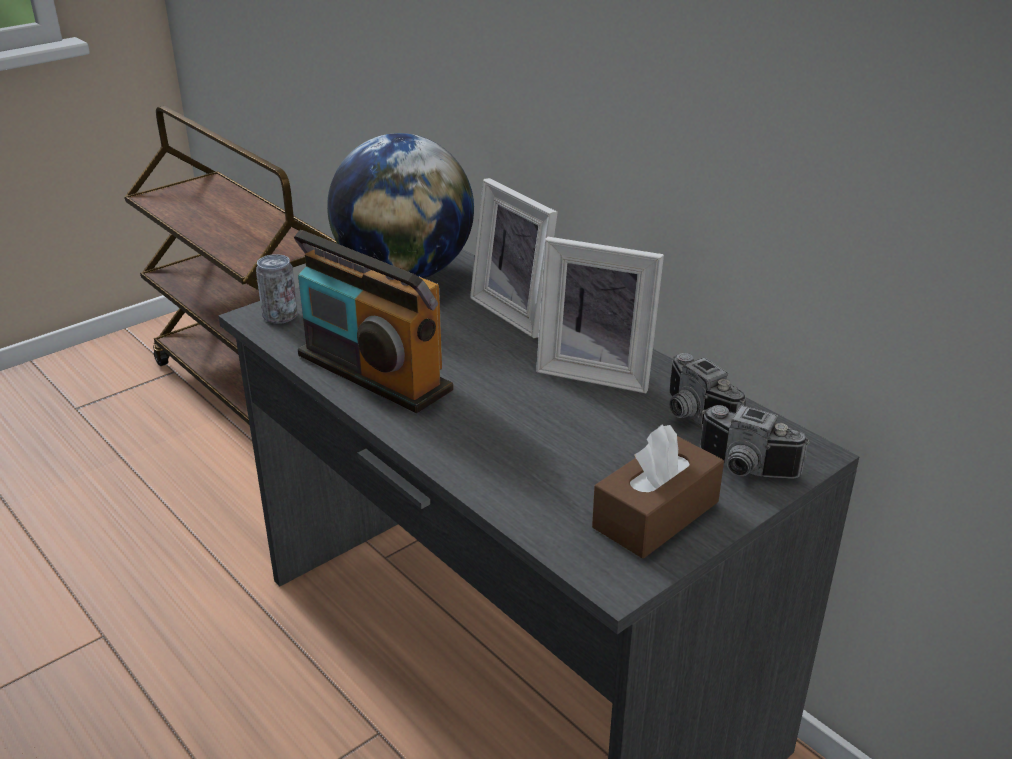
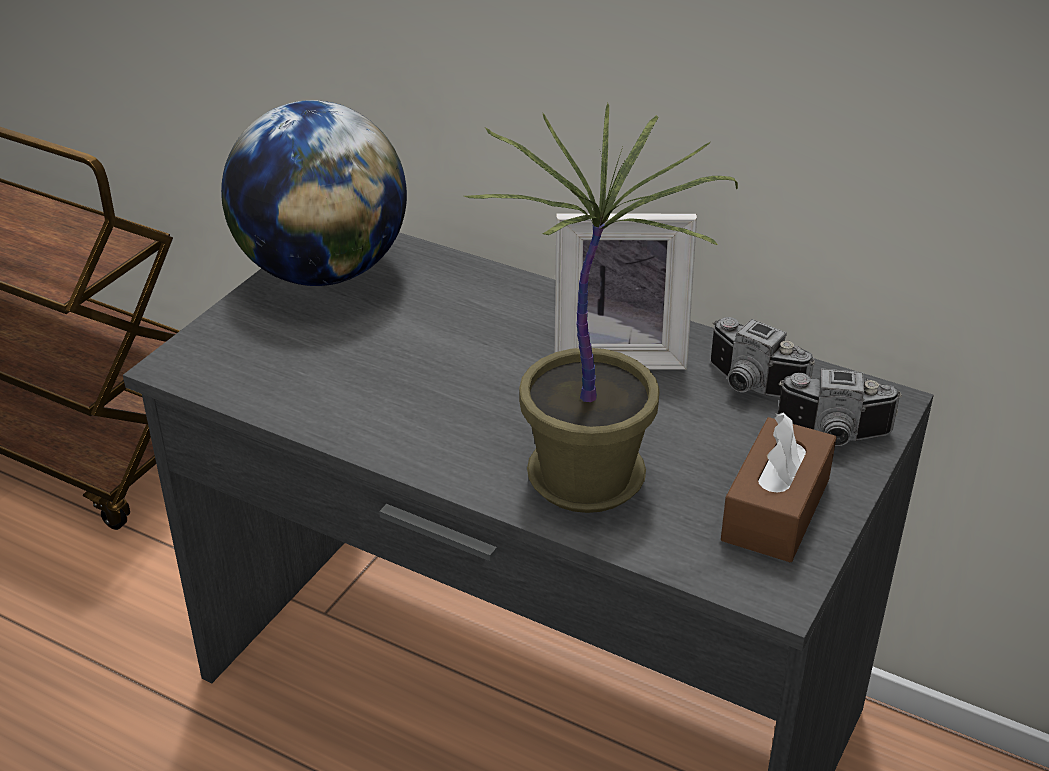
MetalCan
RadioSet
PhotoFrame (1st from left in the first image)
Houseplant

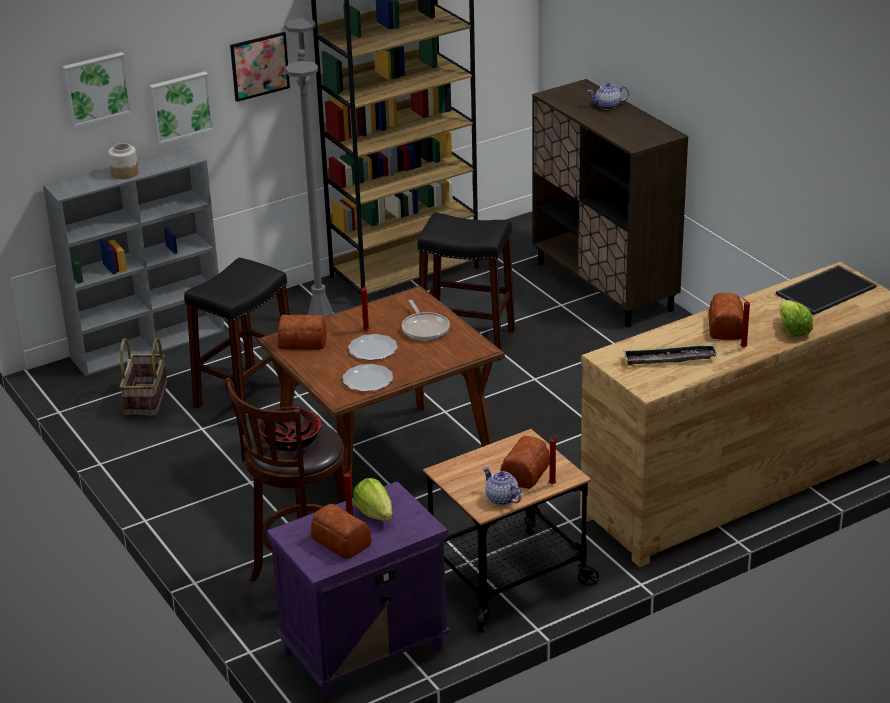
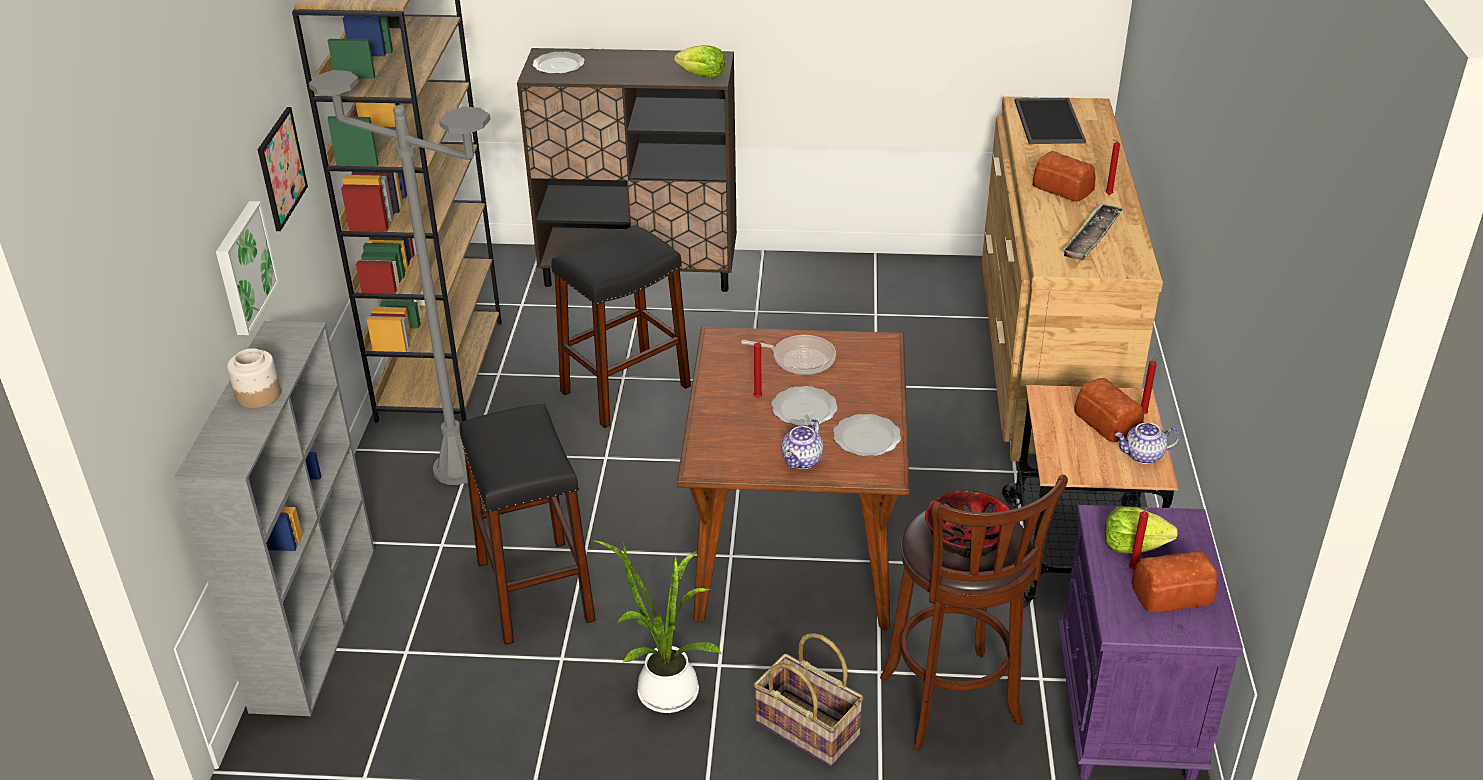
Picture (1st from left in the first image)
HouseholdBasket
Bread (1st from left in the first image)
PotForTea (1st from left)
Lettuce (1st from left)
Plate (1st from left)
Houseplant

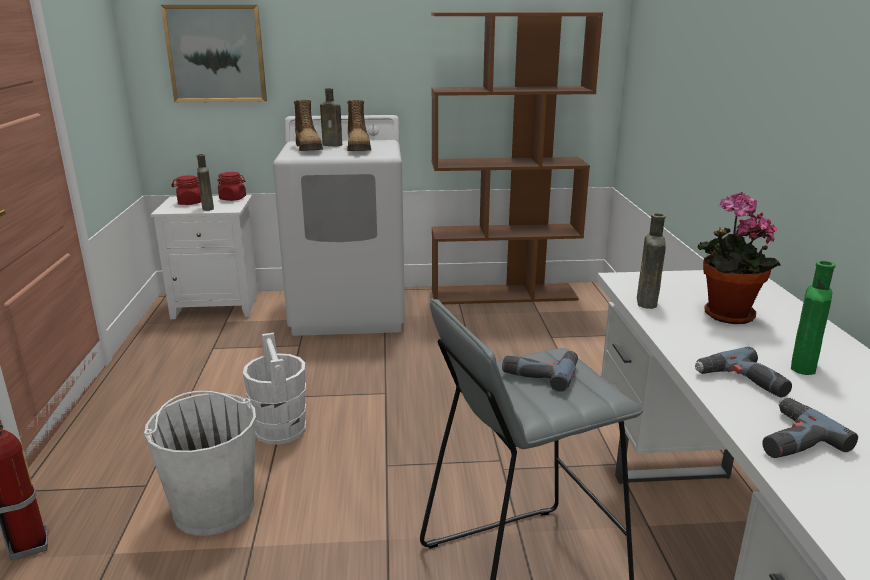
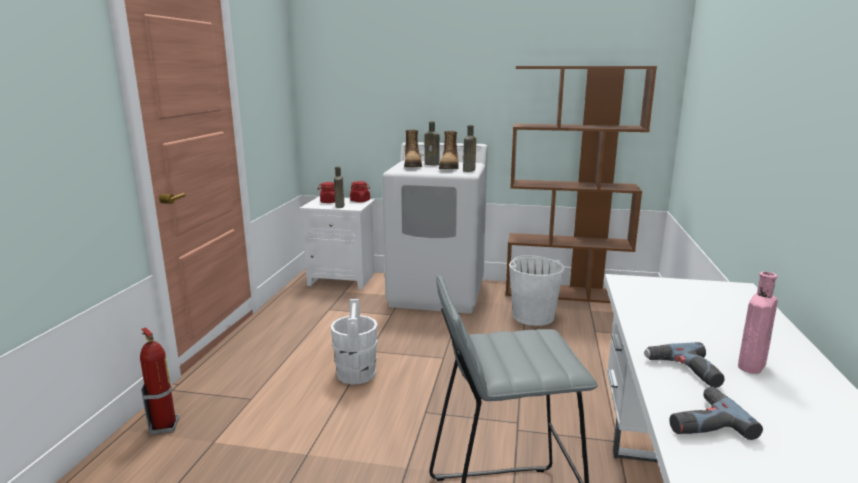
WhiteColouredWaterBucket (2nd from left)
Picture
PowerDrill (1st from left in the first image)
BrownColouredBottle (3rd from left)
Houseplant
PinkColouredBottle

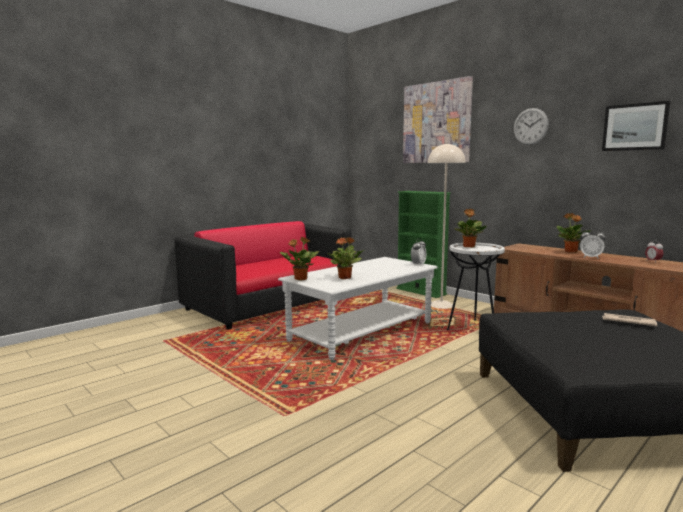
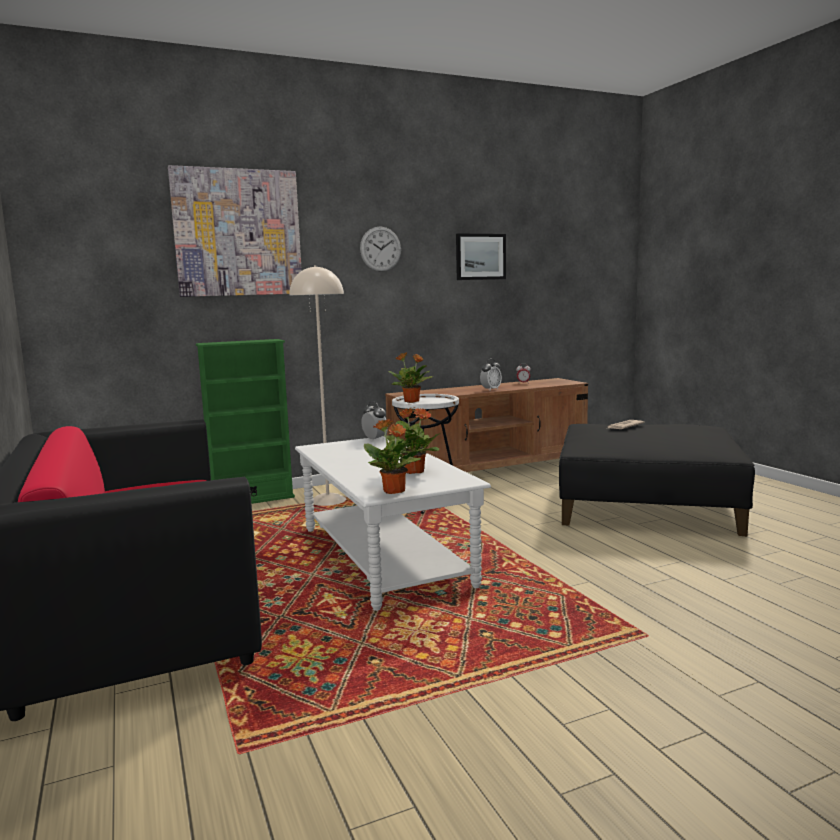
Houseplant (4th from left in the first image)

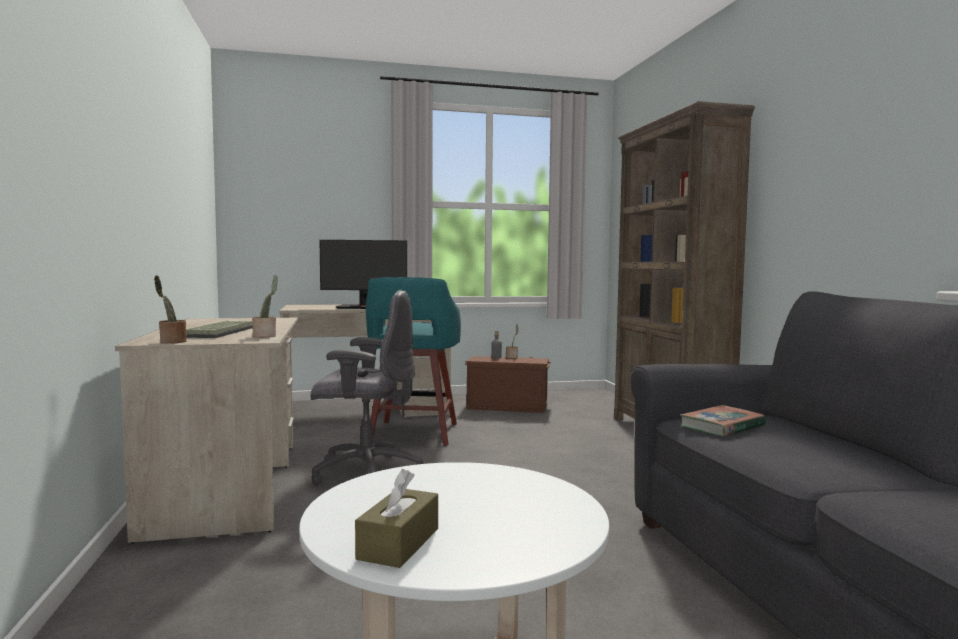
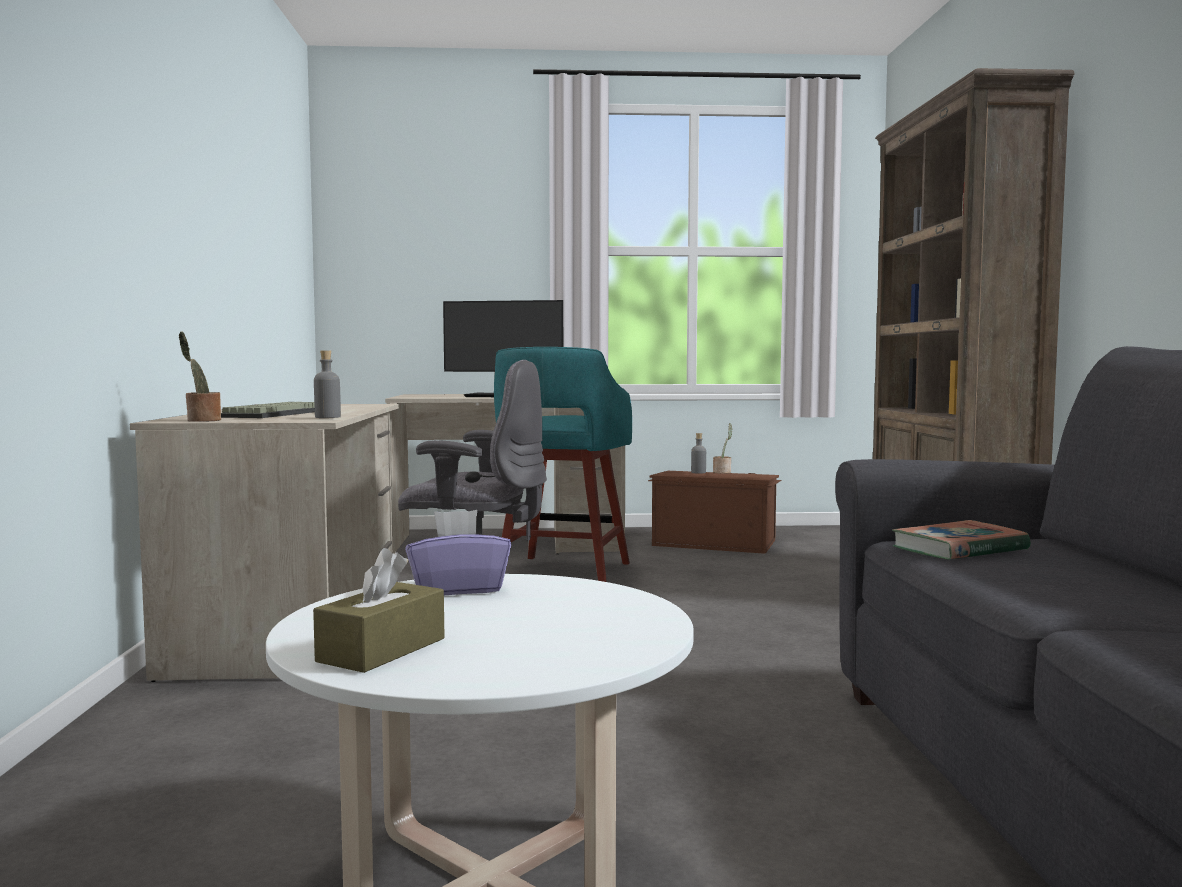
GrayBottle (1st from left)
PurpleColouredTissueBox

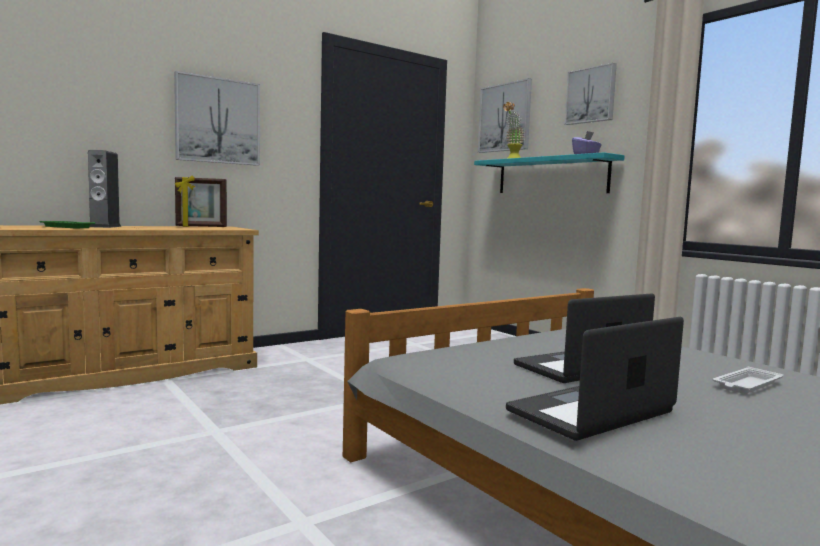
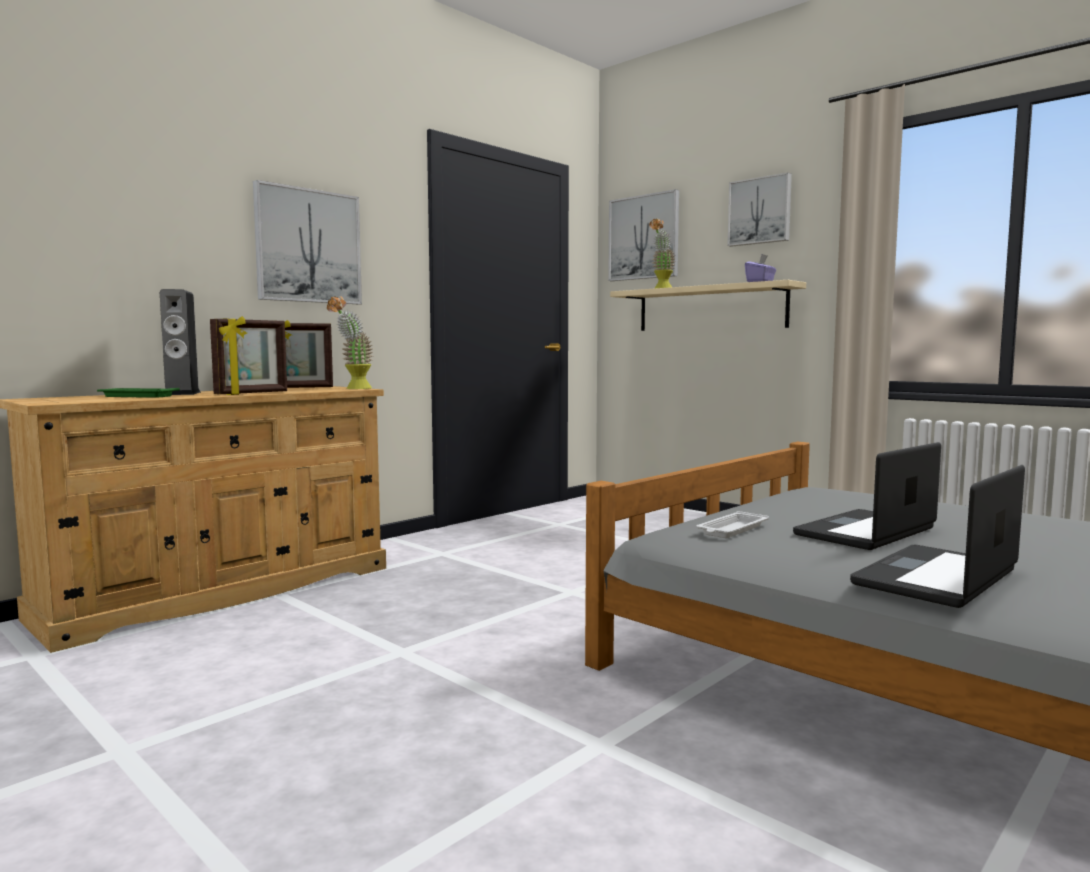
BeigeColouredBracketShelf
WhiteColouredServingTray
PhotoFrame (1st from left)
Houseplant (1st from left)

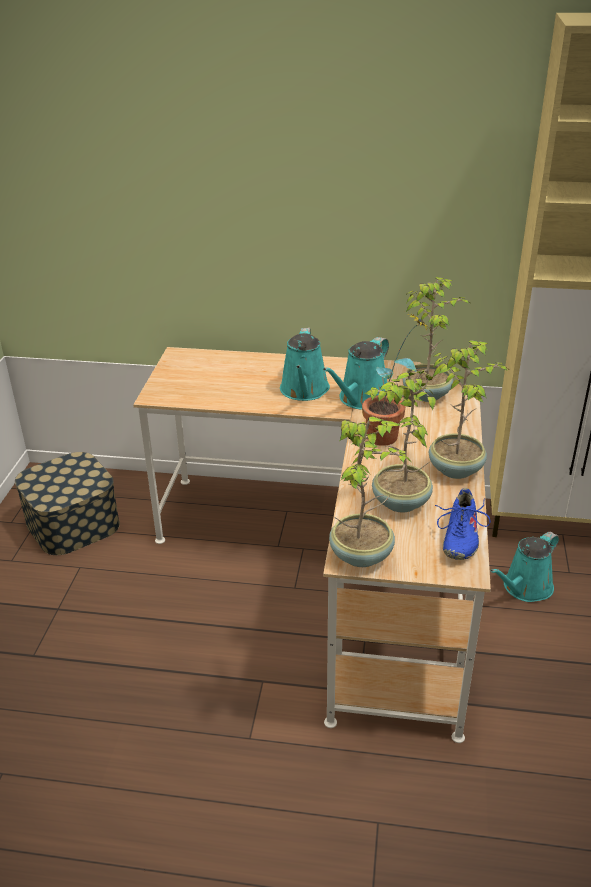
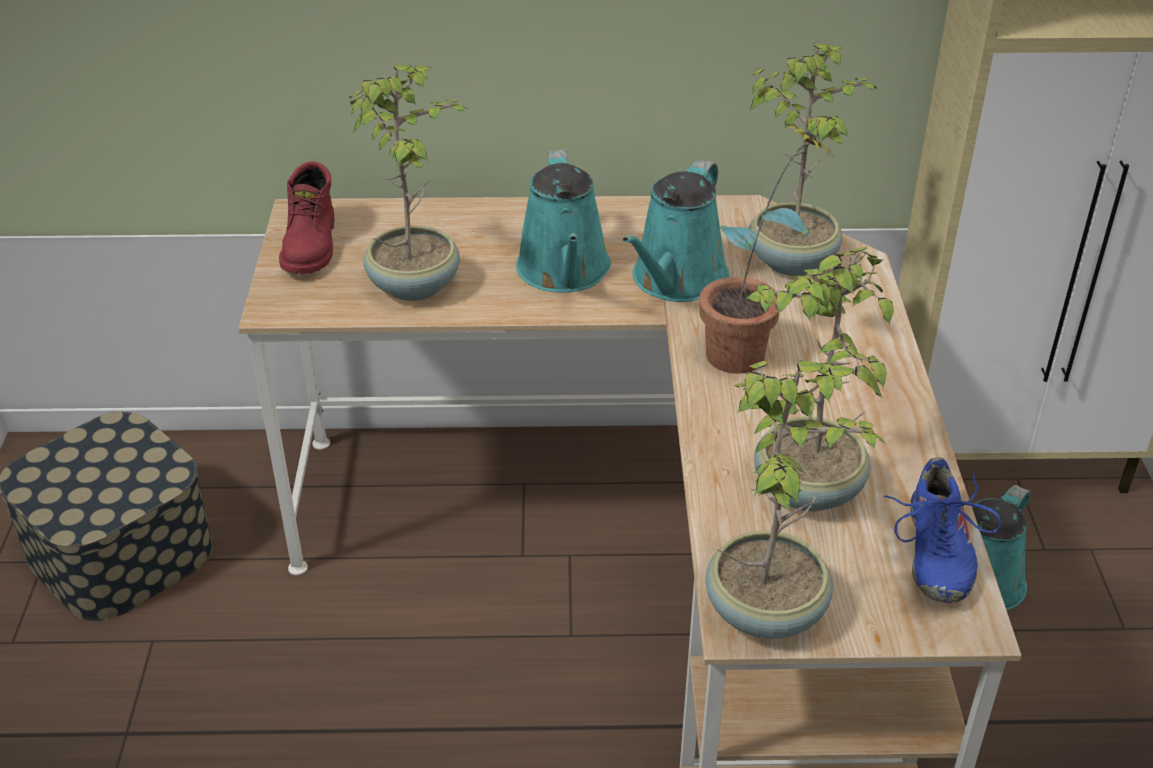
Houseplant (1st from left)
RedTallBoot

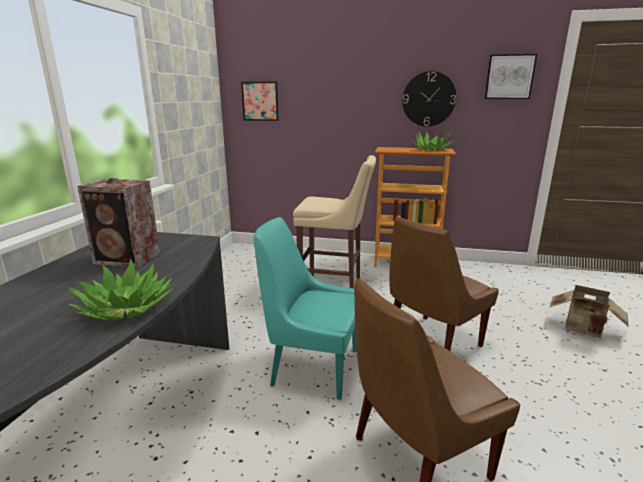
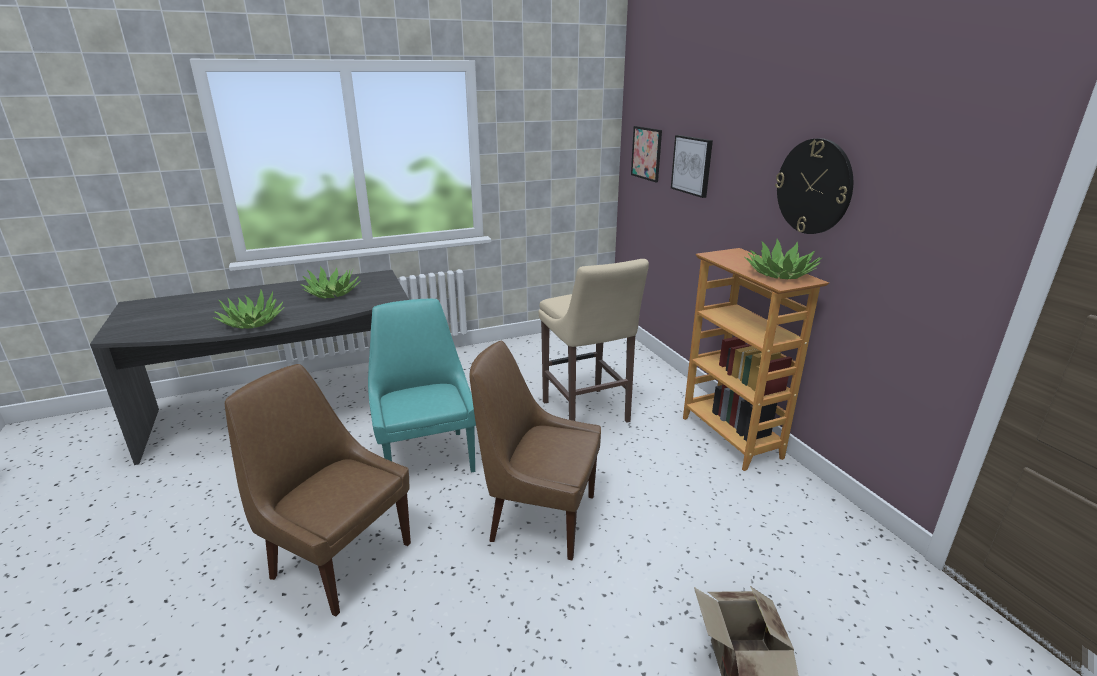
Houseplant (2nd from left)
Picture (2nd from left)

